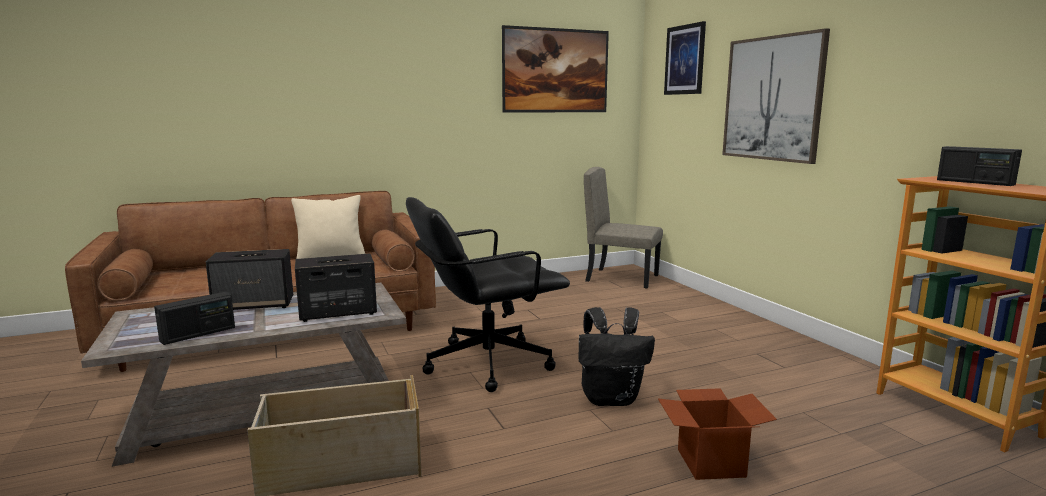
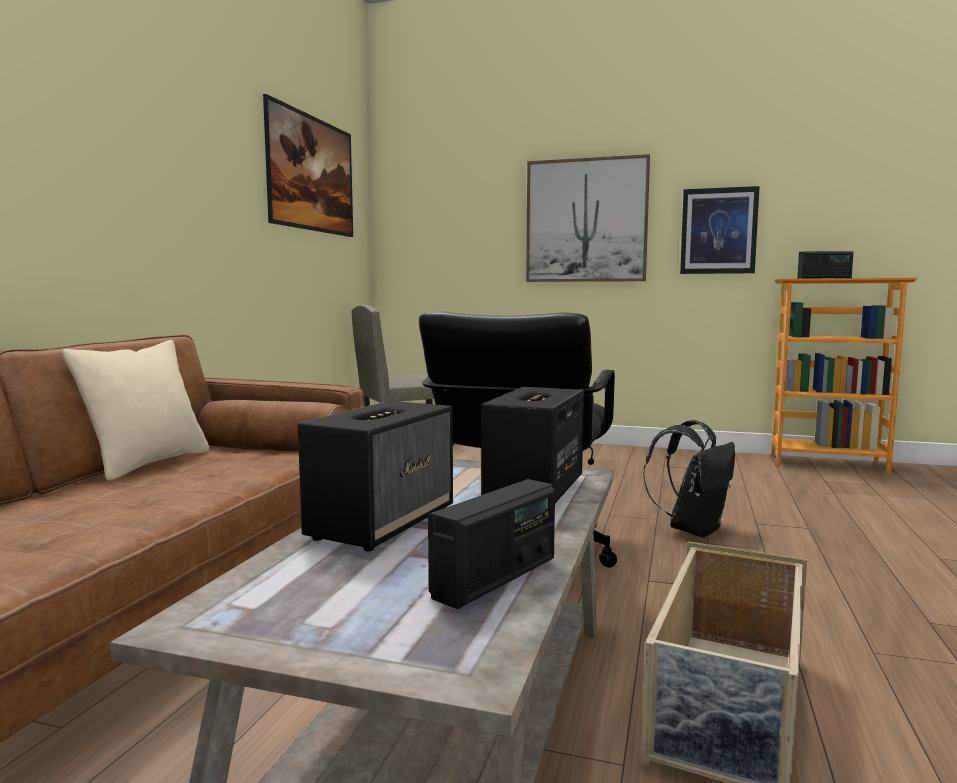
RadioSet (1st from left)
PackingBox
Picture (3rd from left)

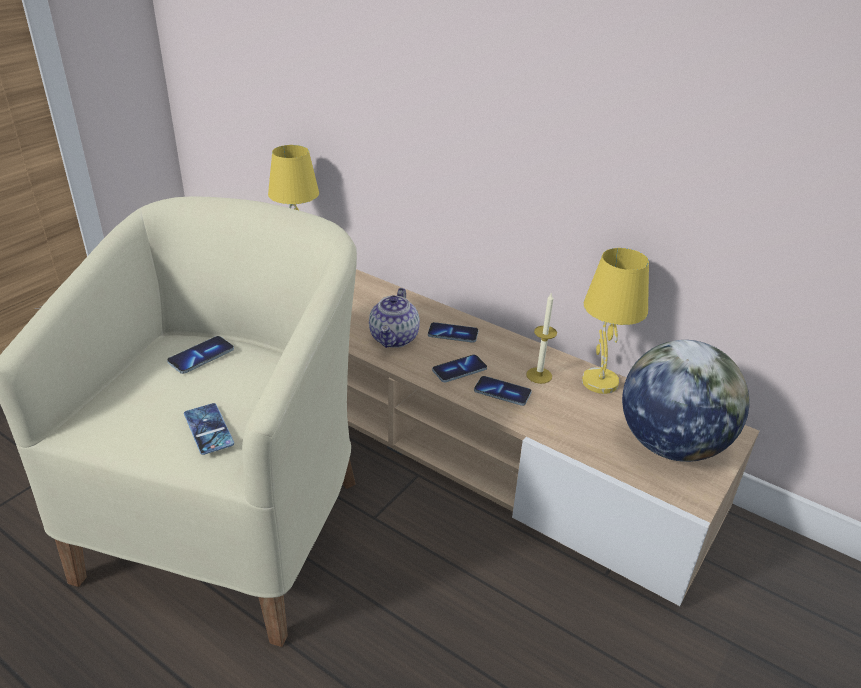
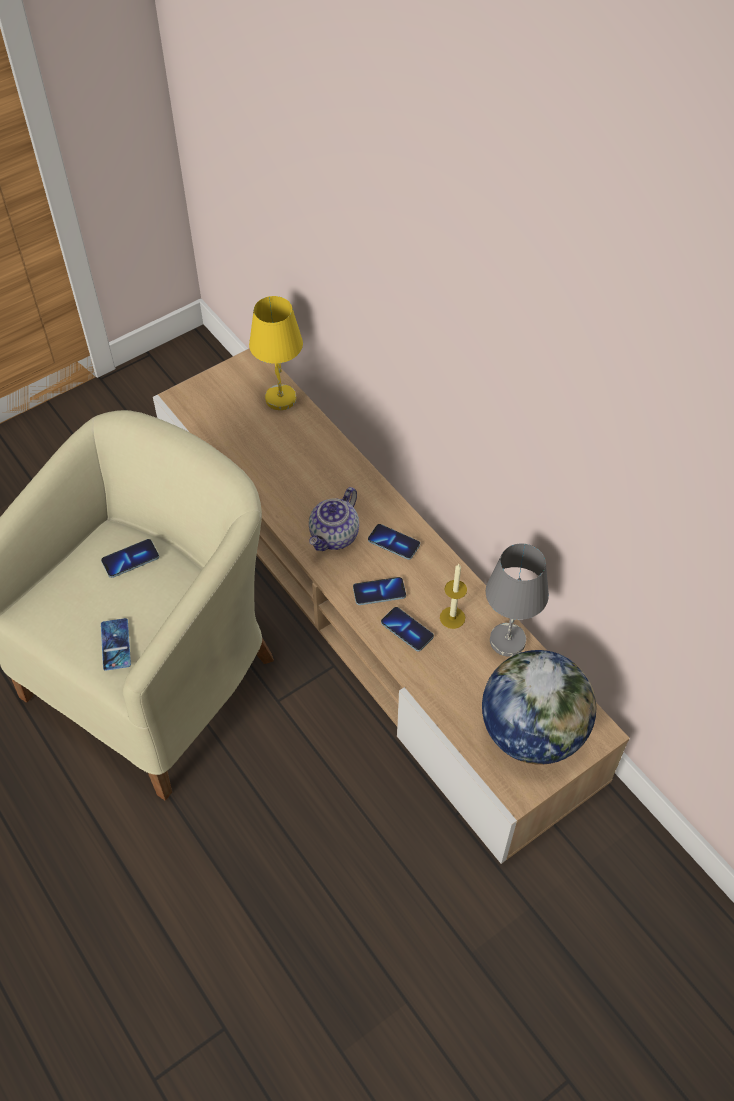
GrayLampForATable

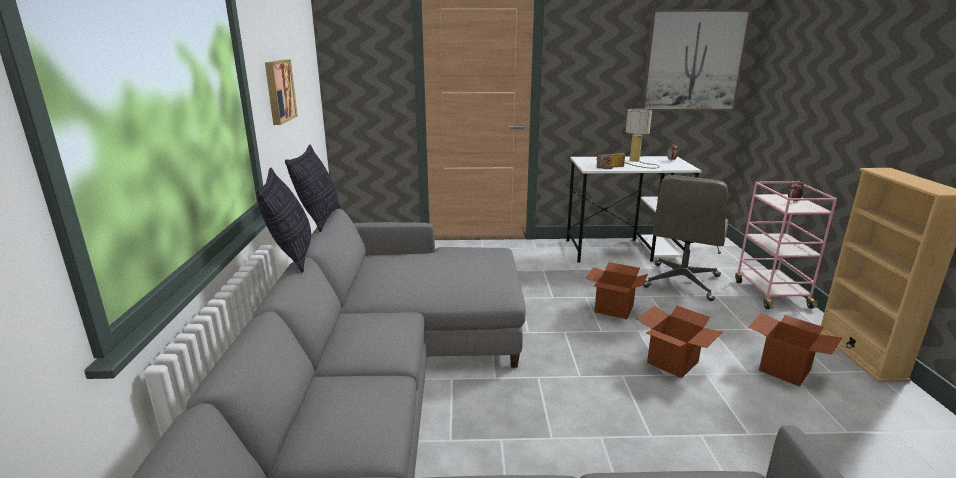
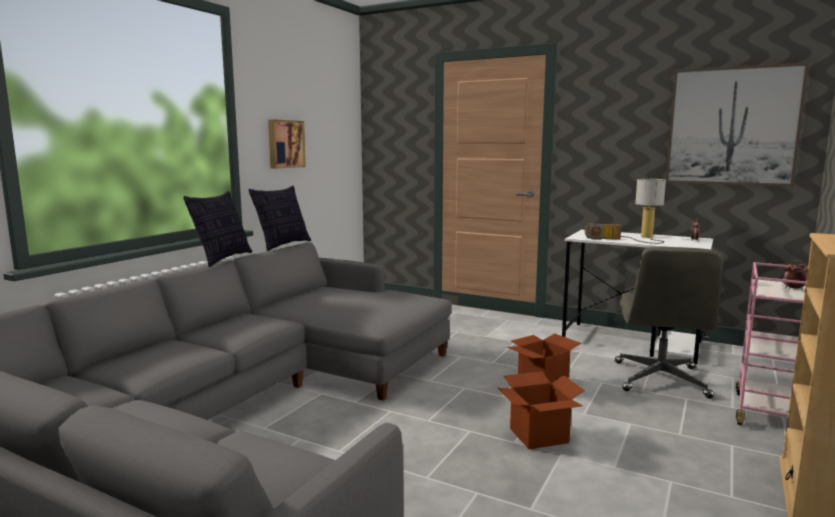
GrayComputerChair
PackingBox (3rd from left in the first image)

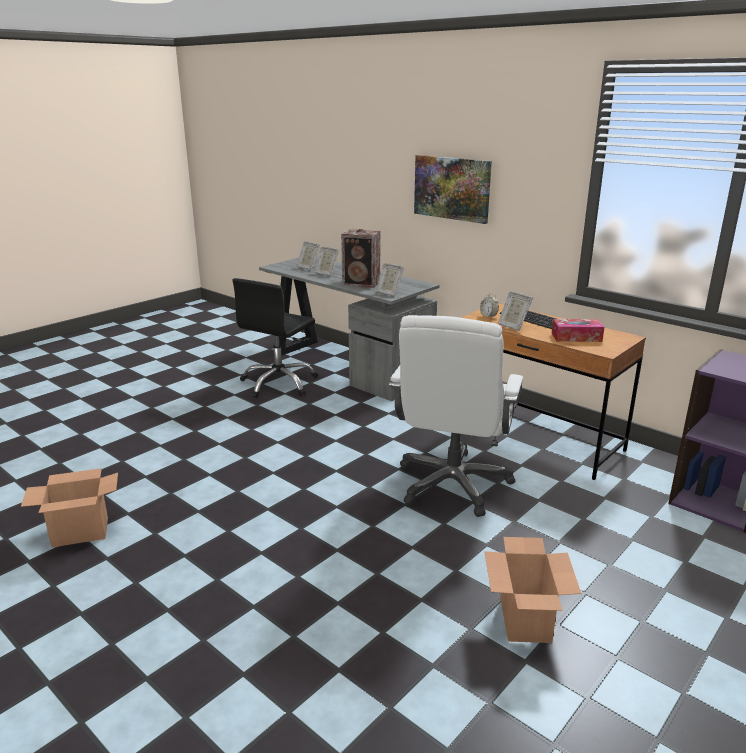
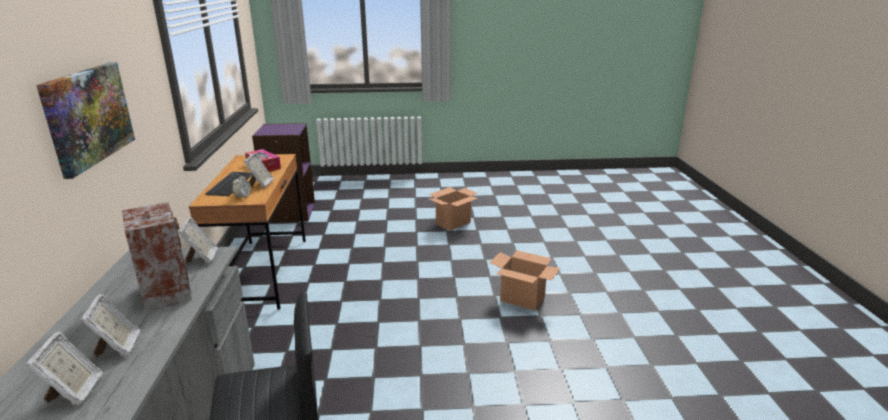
PackingBox (2nd from left)
WhiteColouredComputerChair

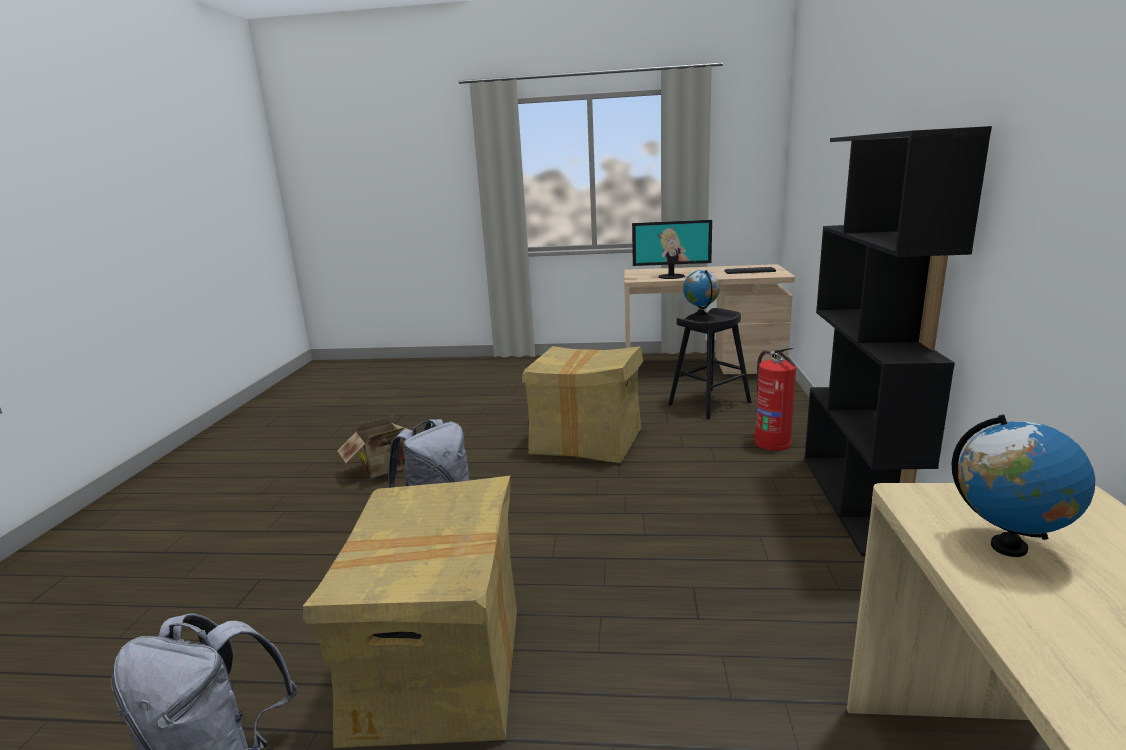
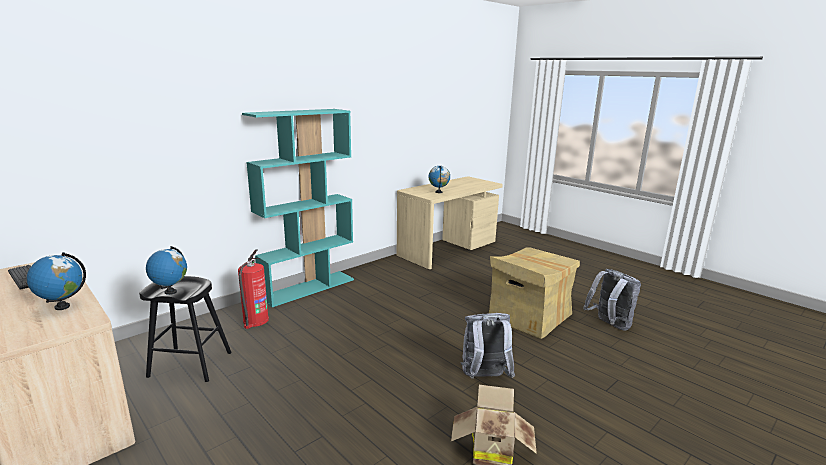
PackingBox (3rd from left in the first image)
Globe (1st from left)
BlueGreenBookshelf

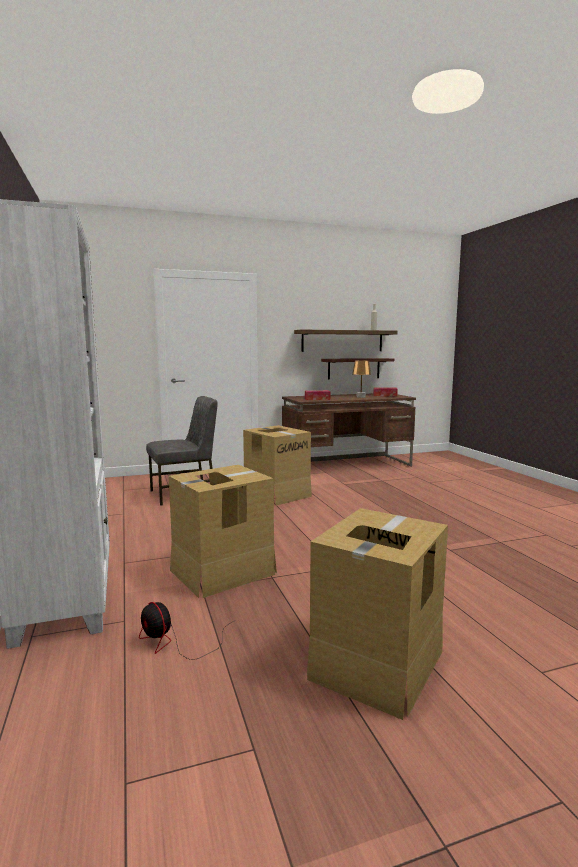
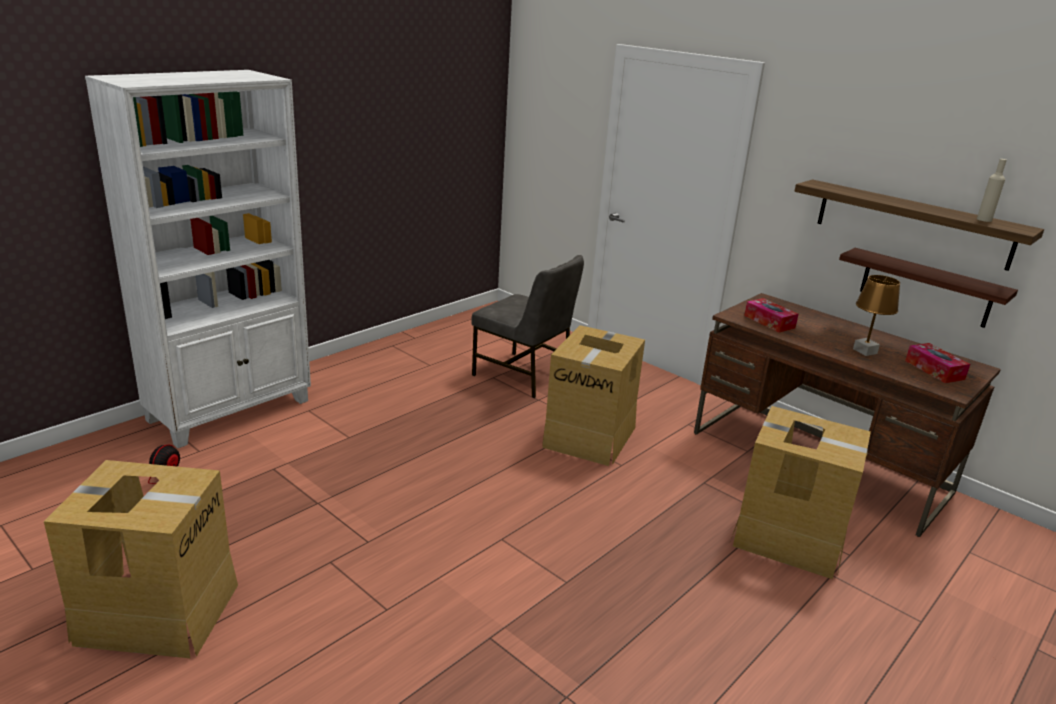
PackingBox (3rd from left)

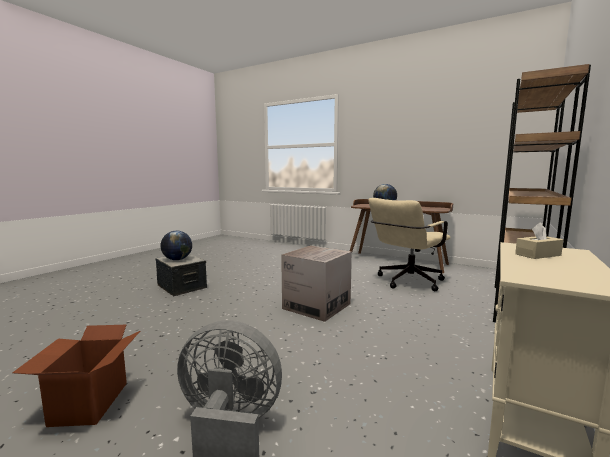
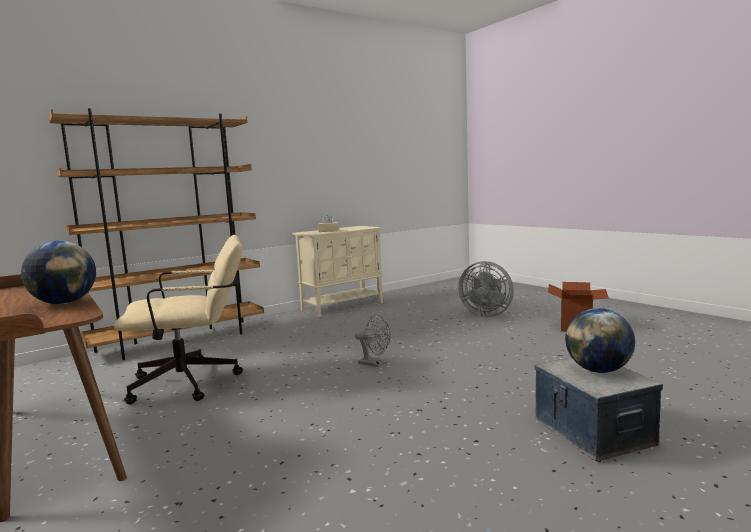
GrayElectricFan (1st from left)

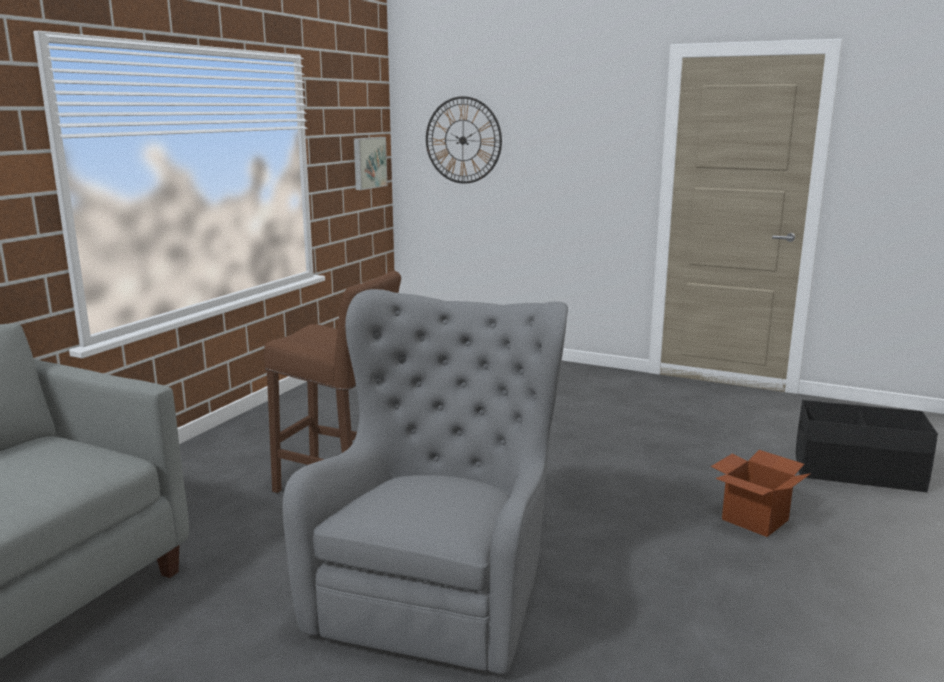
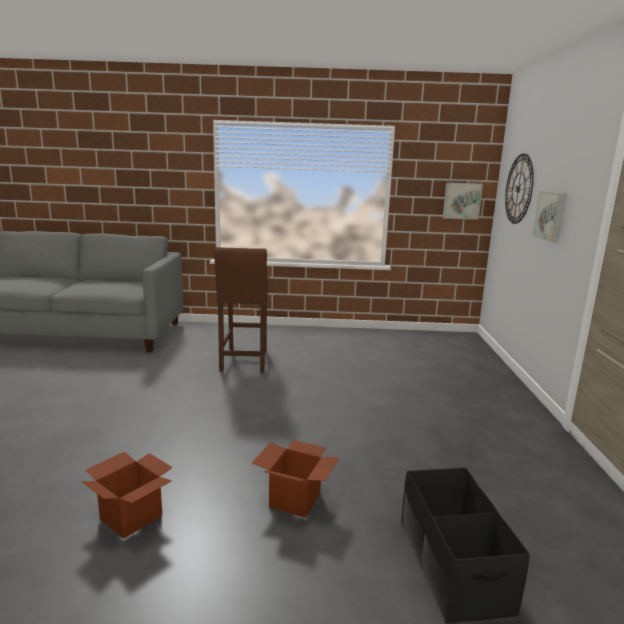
GrayArmchair
PackingBox (1st from left)
Picture (2nd from left)

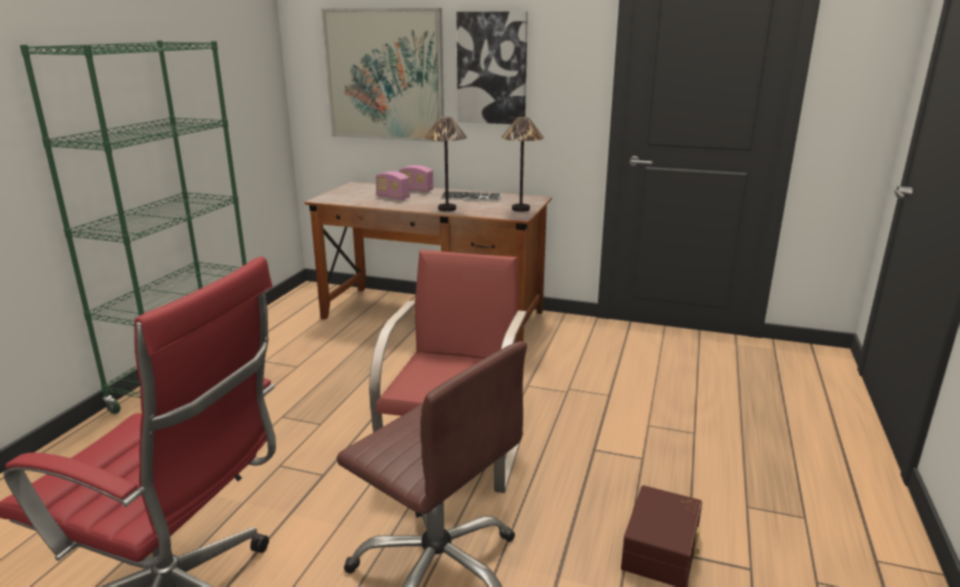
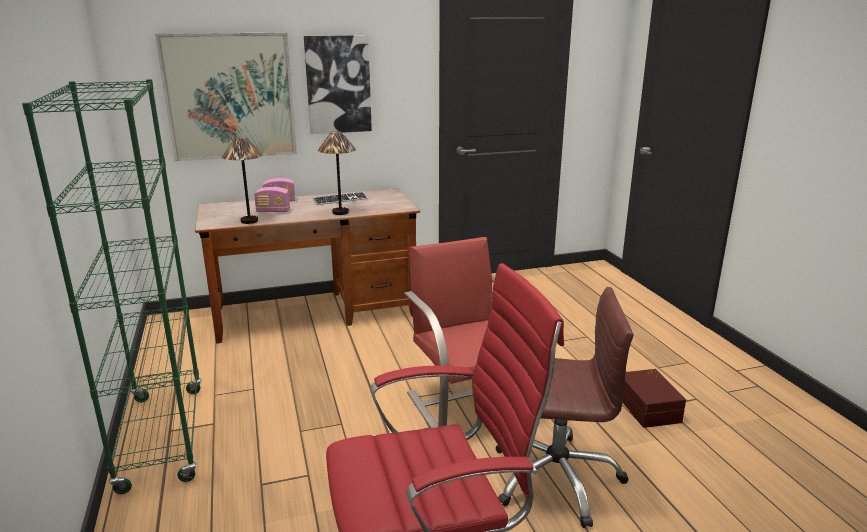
LampForATable (1st from left)

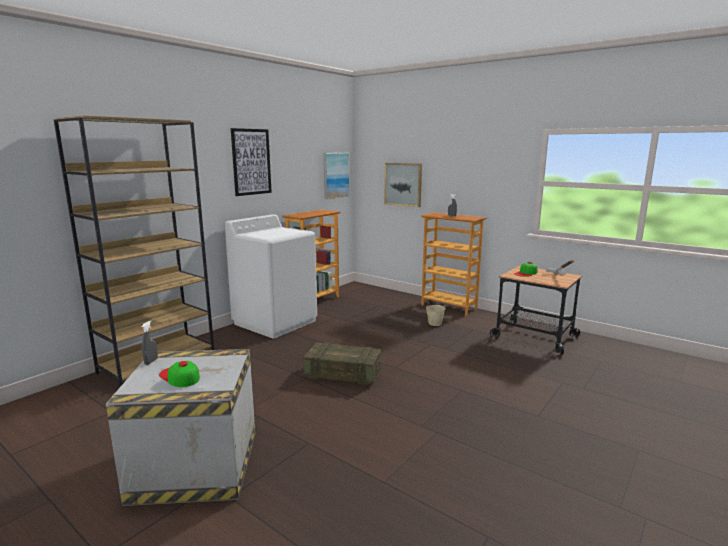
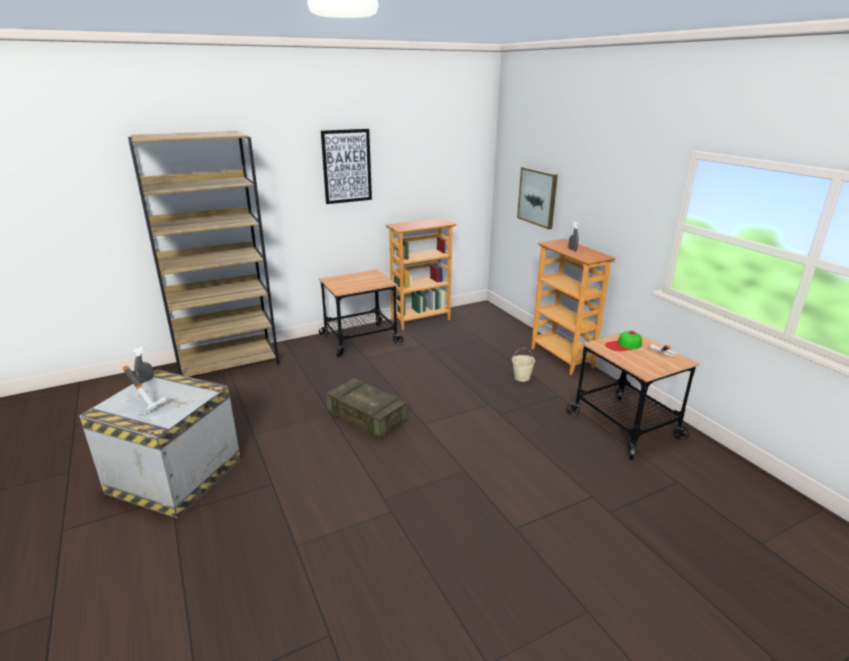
ToolHammer (1st from left)
WheeledCart (1st from left)
Picture (2nd from left in the first image)

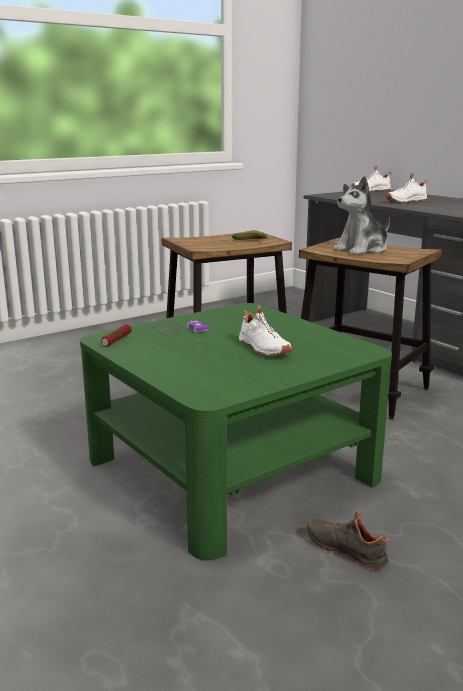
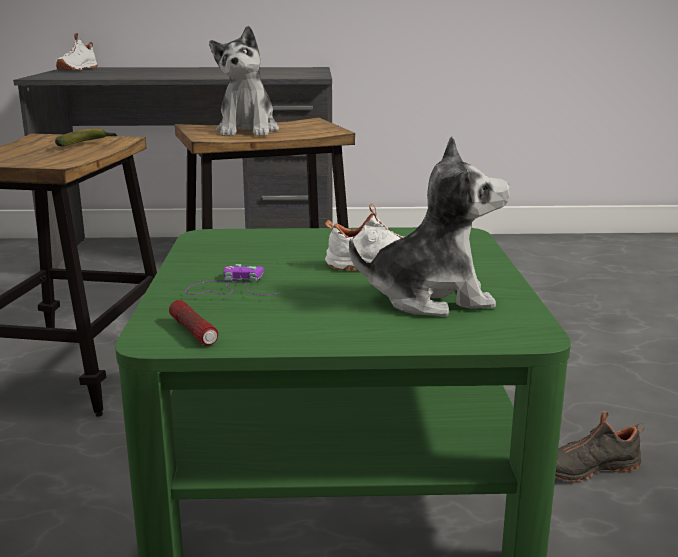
WhiteColouredLowShoe (3rd from left in the first image)
SoftToy (2nd from left)

